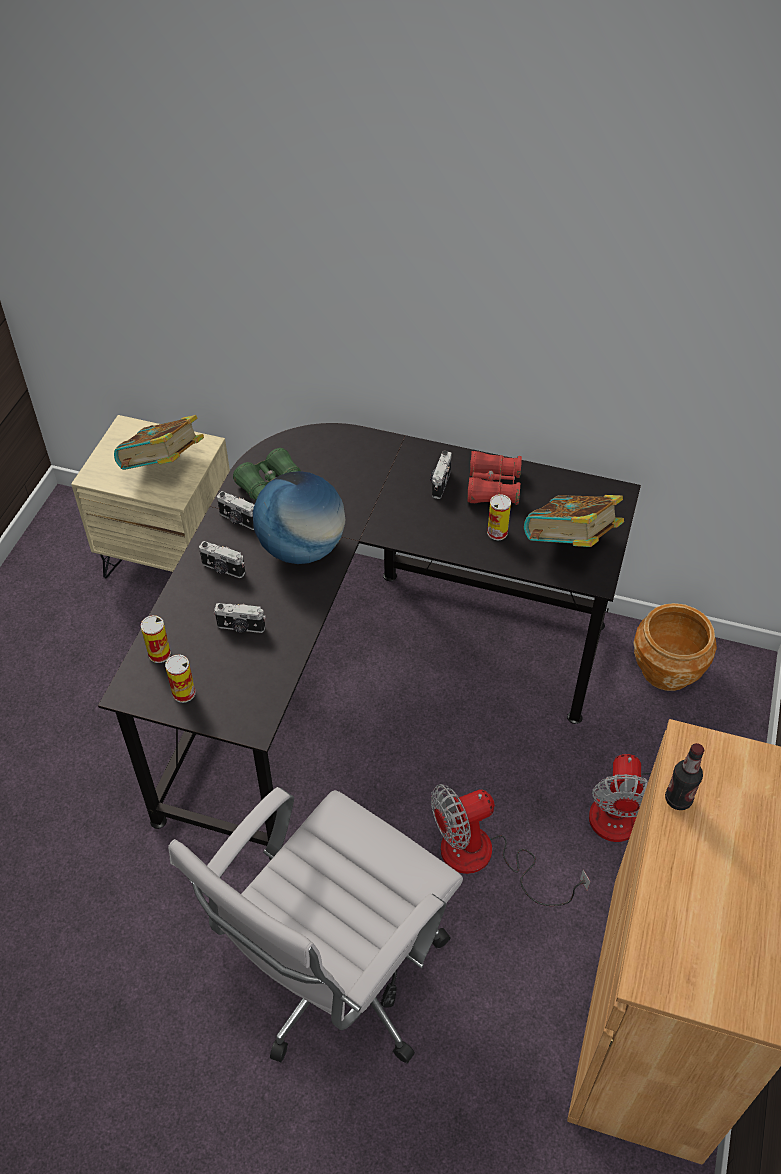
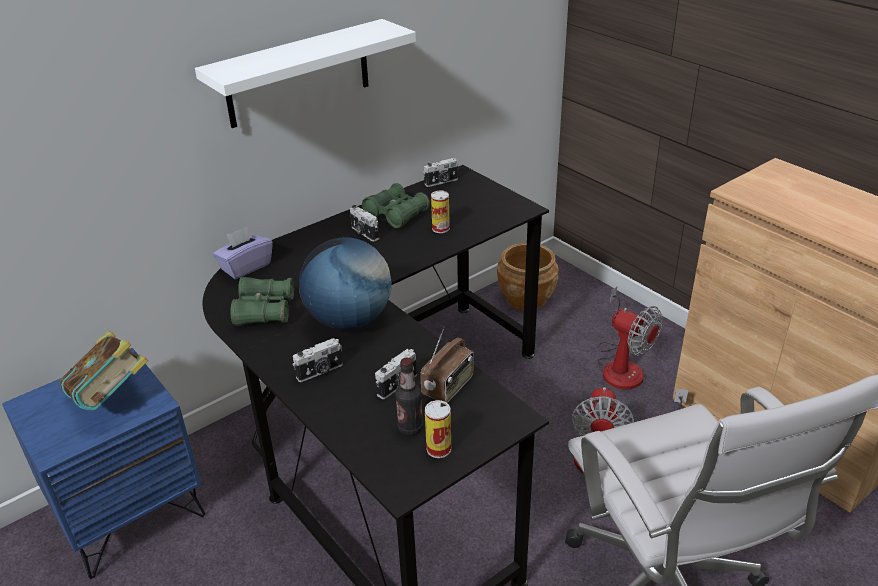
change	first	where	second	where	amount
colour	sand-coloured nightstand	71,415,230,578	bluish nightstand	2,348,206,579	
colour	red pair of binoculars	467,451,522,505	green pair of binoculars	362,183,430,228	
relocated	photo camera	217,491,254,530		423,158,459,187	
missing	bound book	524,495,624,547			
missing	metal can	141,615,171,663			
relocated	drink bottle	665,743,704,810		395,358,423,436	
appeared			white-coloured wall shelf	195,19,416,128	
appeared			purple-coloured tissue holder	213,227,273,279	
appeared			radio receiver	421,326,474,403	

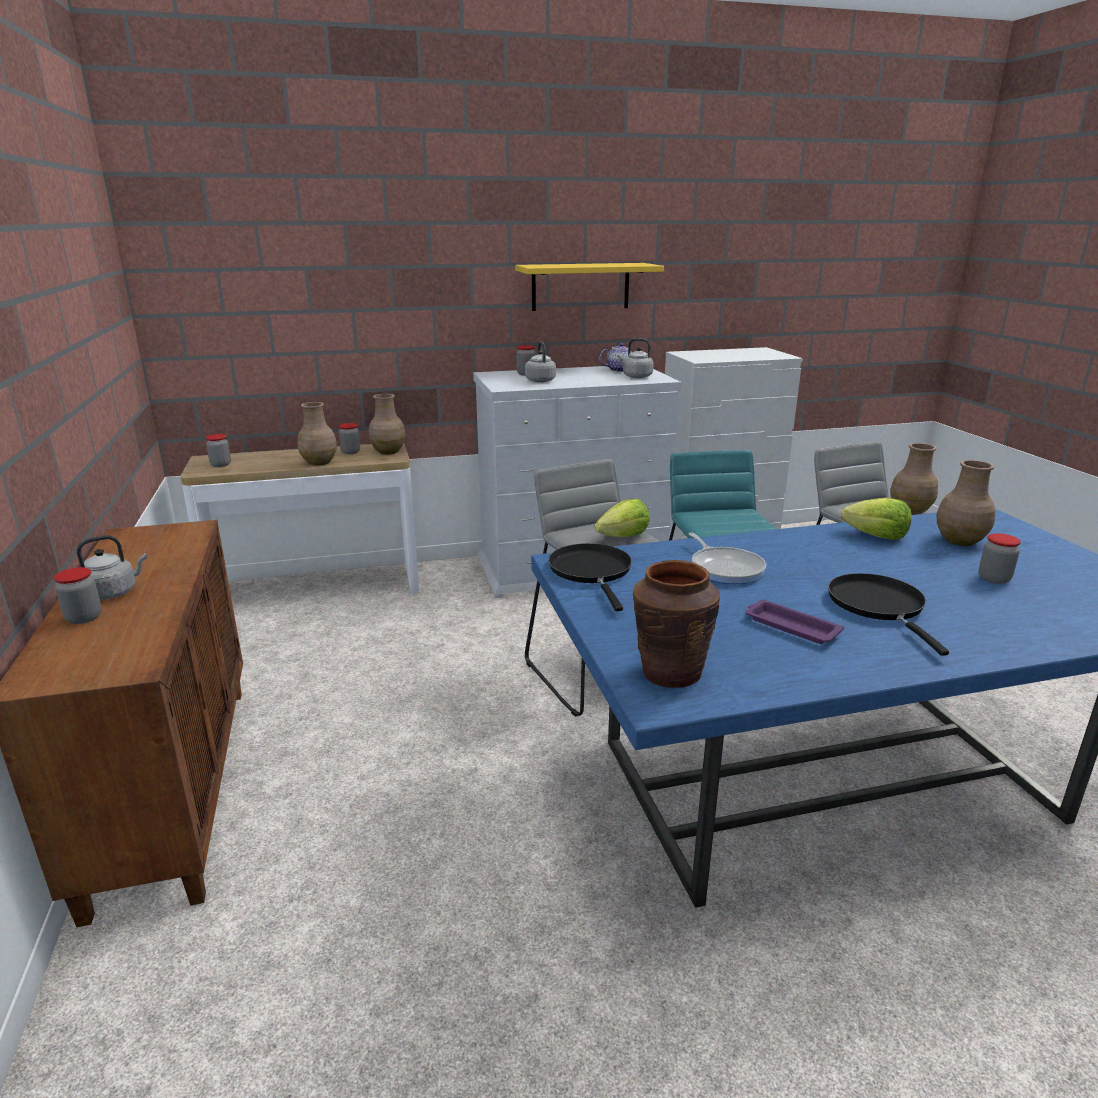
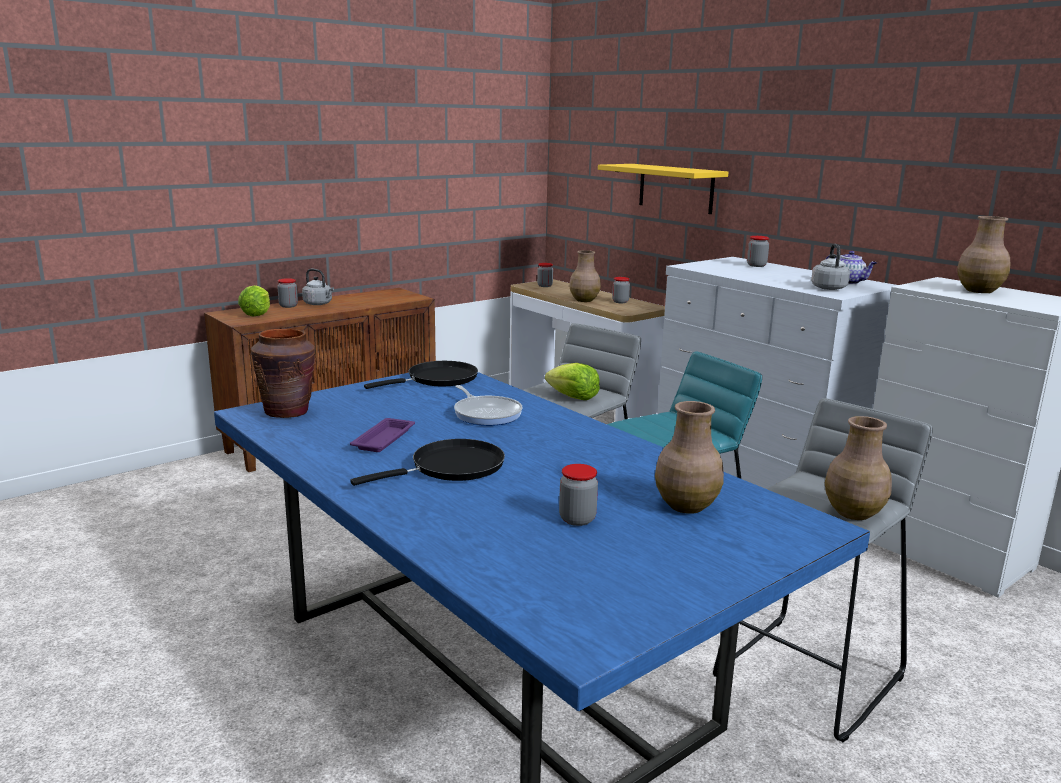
change	first	where	second	where	amount
relocated	yellow wall shelf	515,263,664,311		598,164,728,214	
missing	gray kettle	525,341,556,382			
relocated	brownish decorative vase	369,394,406,455		957,216,1010,293	
relocated	head of lettuce	841,498,912,540		238,285,270,316	
spun	pan	689,533,766,584		454,385,522,426	75 degrees counterclockwise

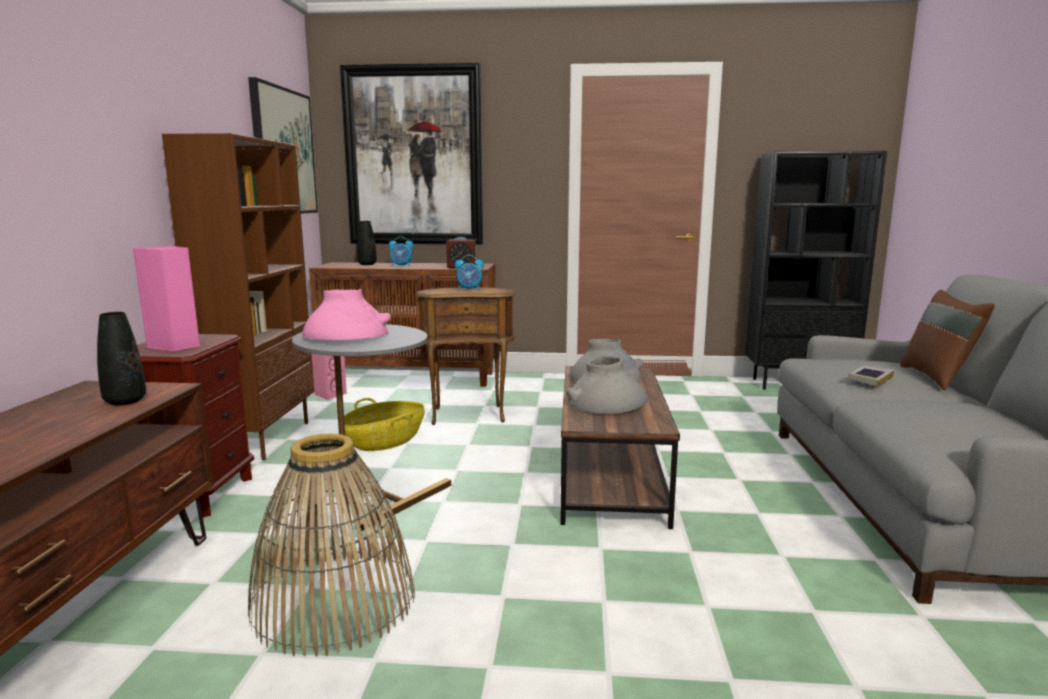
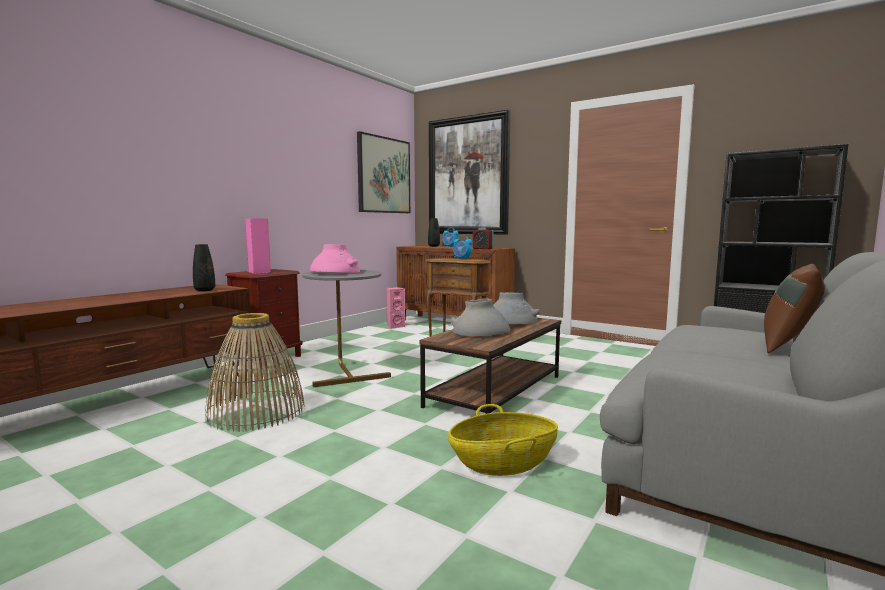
change	first	where	second	where	amount
missing	brownish shelving unit	162,133,314,460			
missing	bound book	848,365,894,386			
relocated	household basket	344,398,425,451		448,404,558,476	

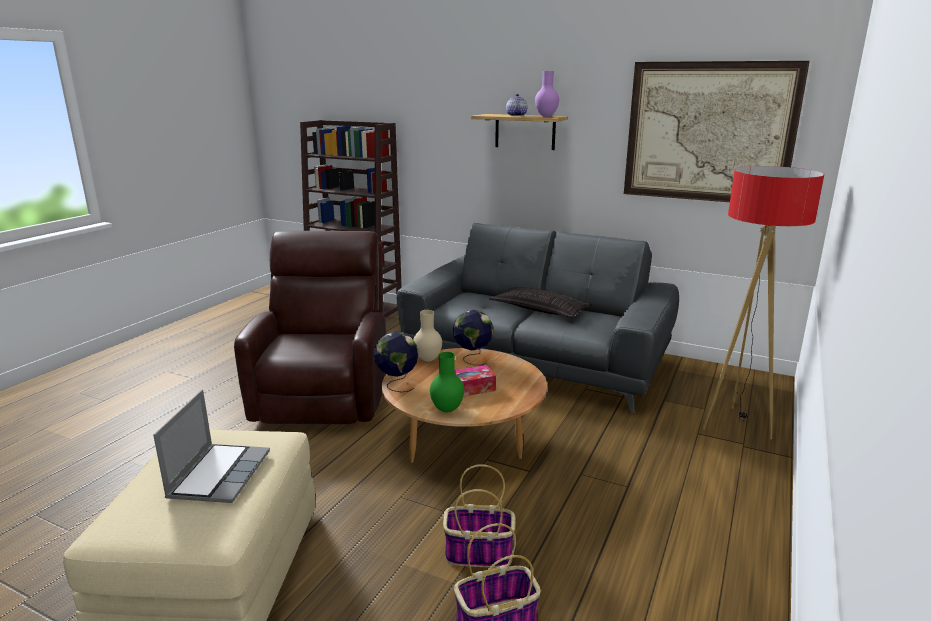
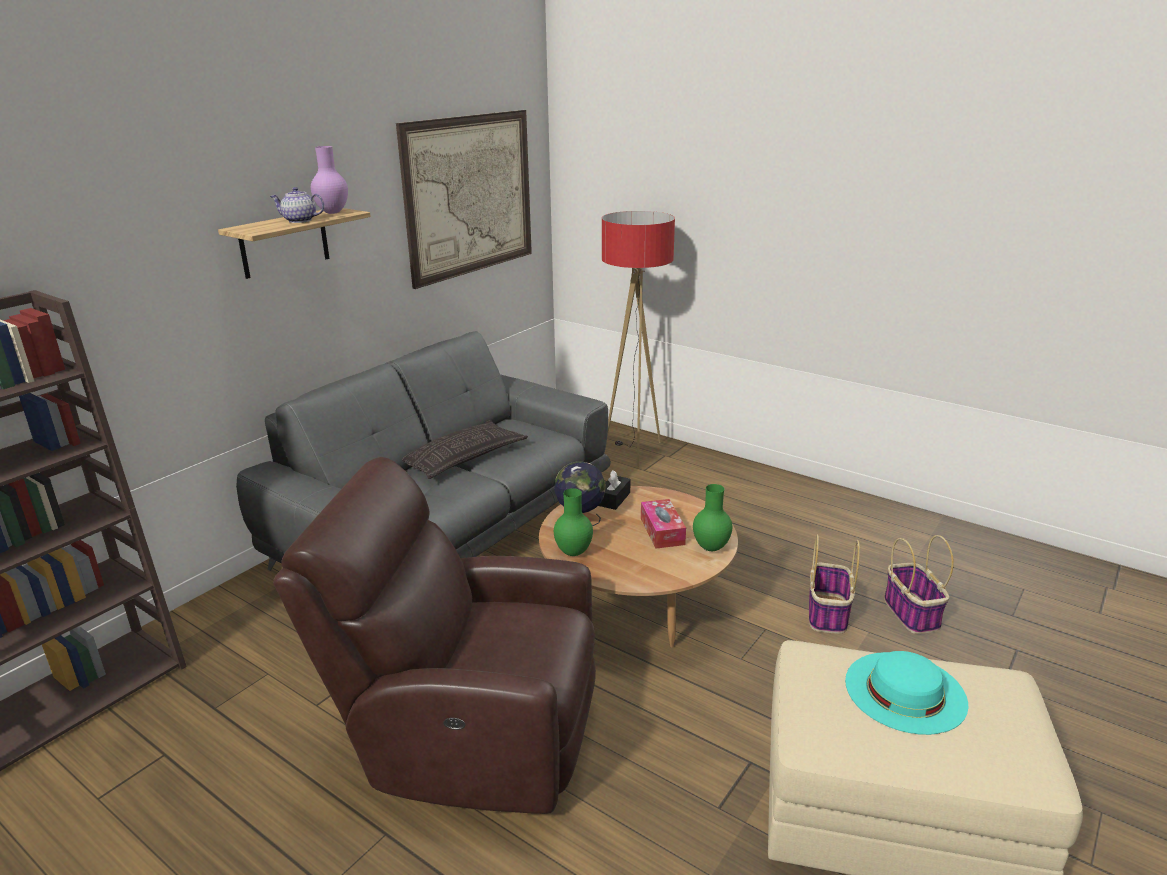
change	first	where	second	where	amount
colour	sand-coloured decorative vase	413,310,442,362	green decorative vase	554,488,593,556	
missing	desk globe	374,332,419,392			
exchanged	notebook computer	153,390,270,503	turquoise clothing hat	845,651,968,735	
appeared			black-coloured tissue holder	598,470,630,510	

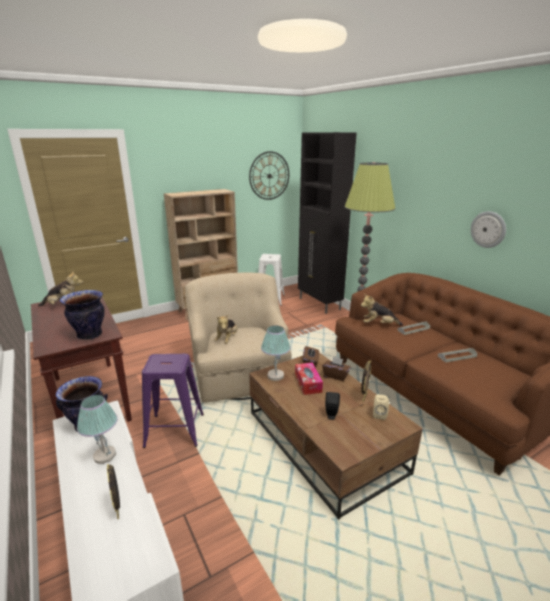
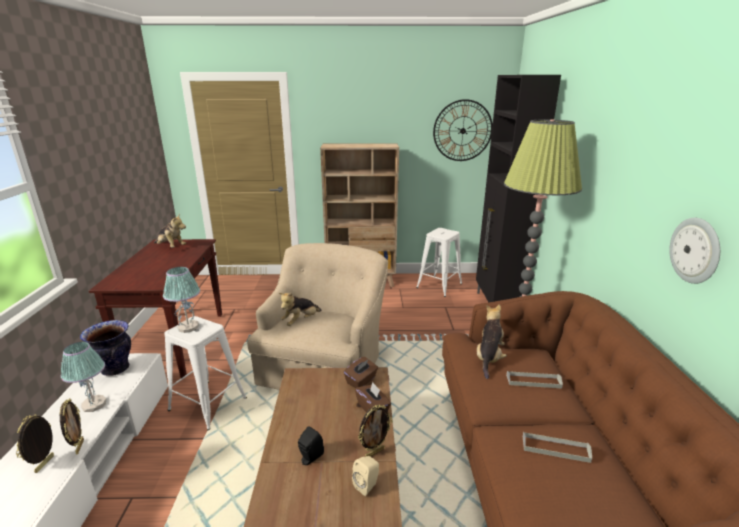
change	first	where	second	where	amount
missing	decorative vase	60,290,105,340			
spun	plush toy	361,294,403,326		477,305,507,379	75 degrees clockwise
relocated	tabletop lamp	261,325,290,381		163,267,200,333	
colour	purple-coloured sitting stool	142,354,204,448	white-coloured sitting stool	164,316,247,430	
missing	tissue holder	295,362,323,395			
appeared			picture frame	60,398,84,455	

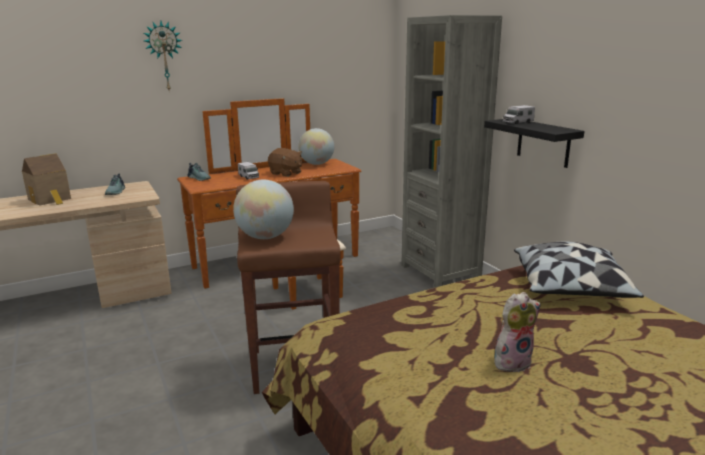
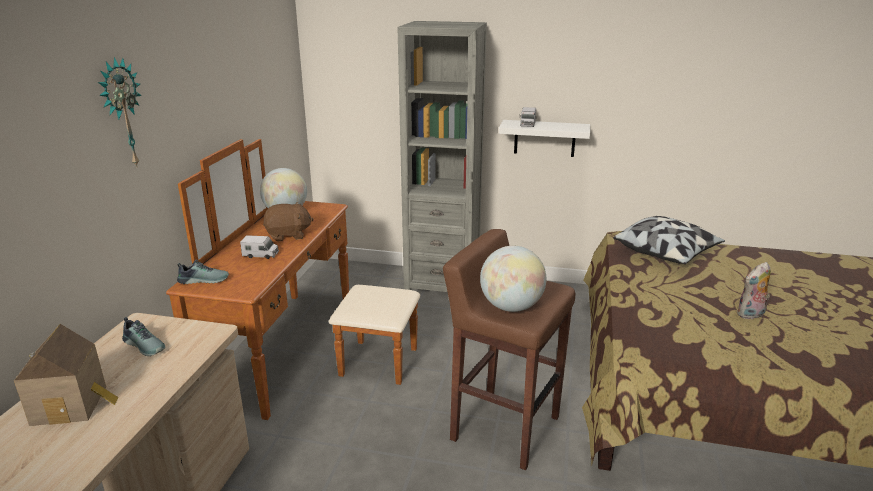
change	first	where	second	where	amount
colour	black-coloured wall shelf	484,119,584,168	white-coloured wall shelf	499,120,590,157	
spun	plush toy	494,292,541,372		737,262,771,319	135 degrees counterclockwise

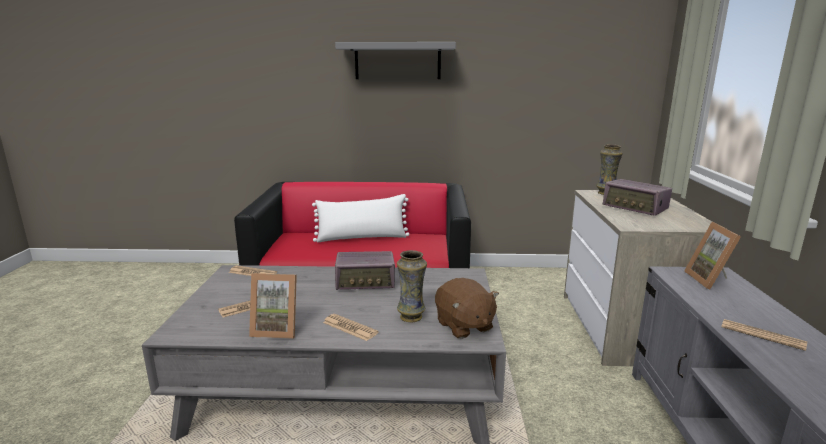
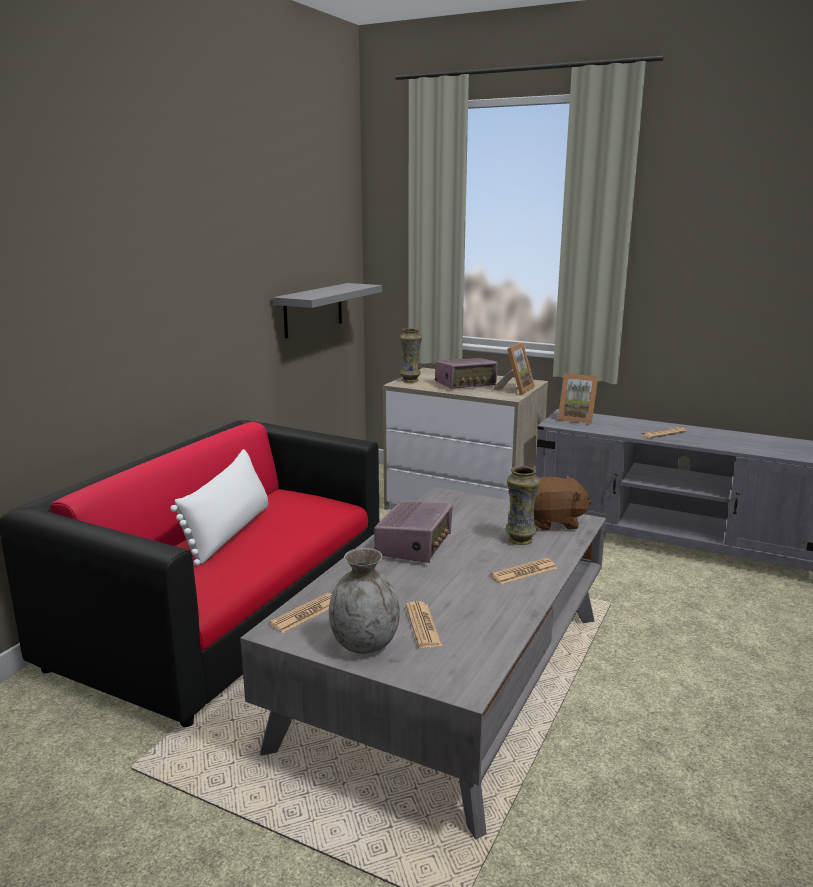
change	first	where	second	where	amount
relocated	gray wall shelf	335,42,456,79		273,283,382,338	
relocated	picture frame	249,273,297,339		494,343,535,395	
appeared			gray decorative vase	329,548,400,654	

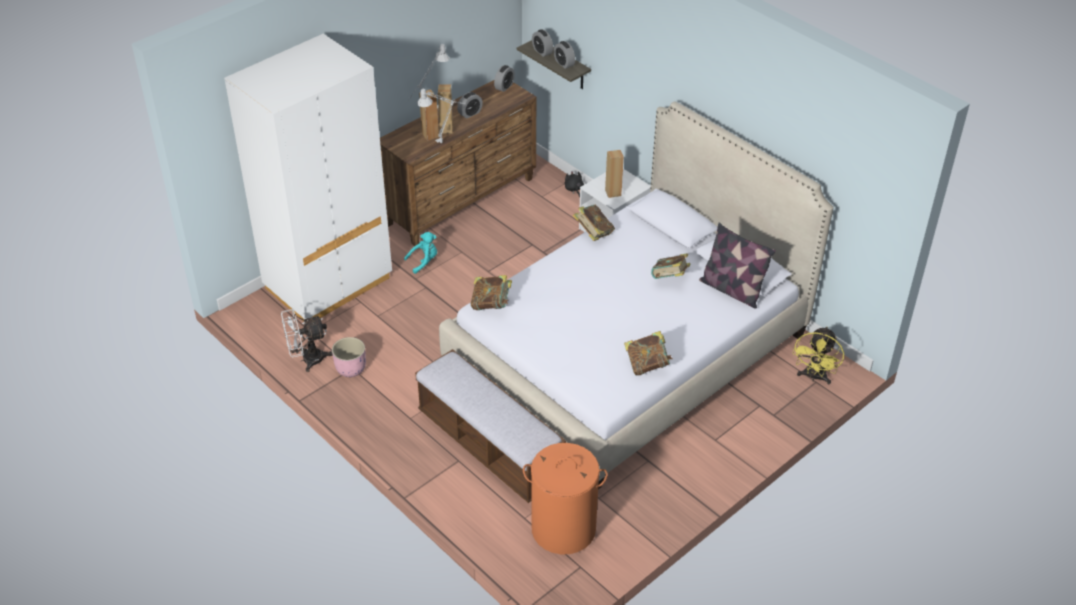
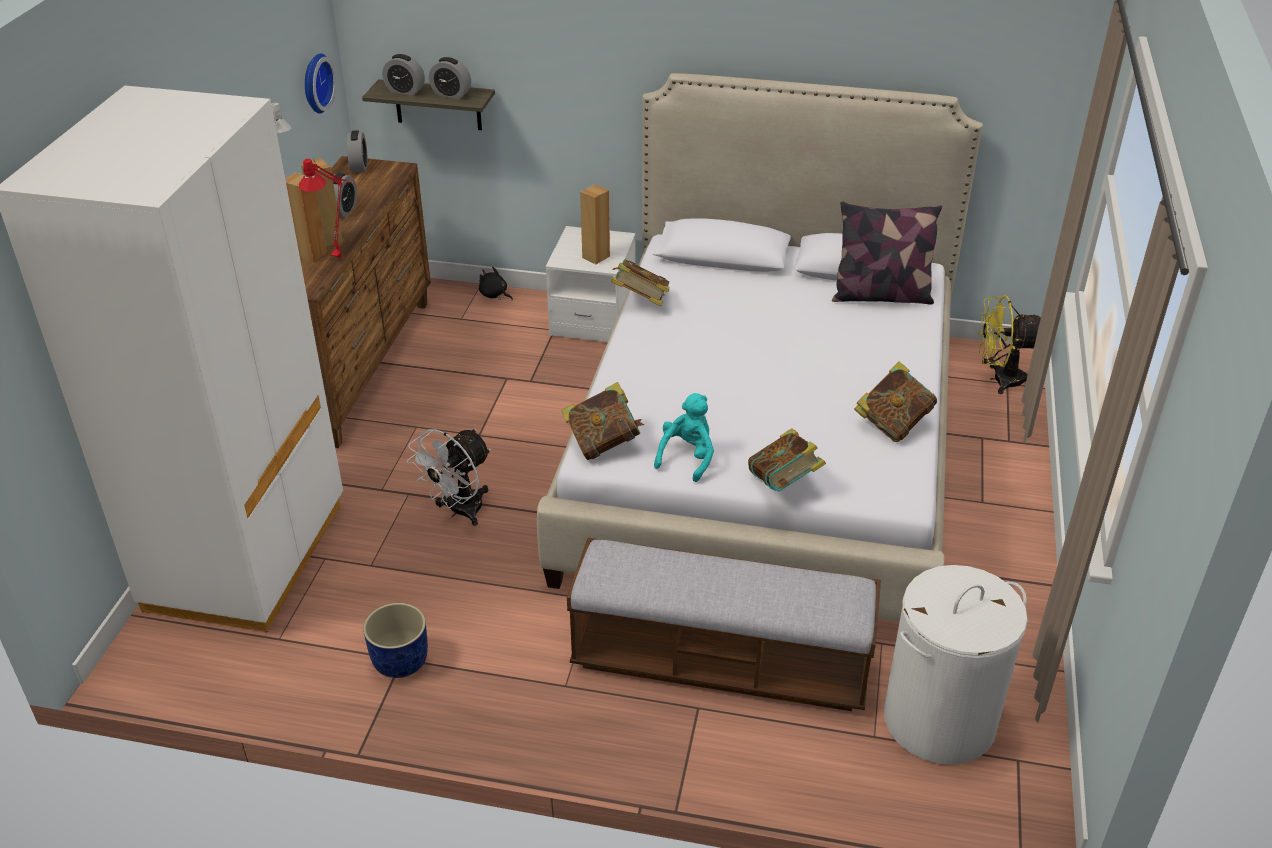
change	first	where	second	where	amount
colour	gray tabletop lamp	417,88,466,143	red tabletop lamp	299,157,354,262	
relocated	turquoise plush toy	404,232,437,274		654,393,714,482	
relocated	bound book	651,253,691,279		748,428,826,491	
relocated	white-coloured fan	281,308,332,372		407,429,491,526	
spun	yellow fan	793,327,844,384		978,295,1041,394	105 degrees clockwise
colour	pink plant pot	332,337,366,377	bluish plant pot	363,603,428,678	
colour	orange-coloured washing basket	523,443,607,555	white-coloured washing basket	884,565,1028,765	
appeared			hanging clock	305,54,336,113	

